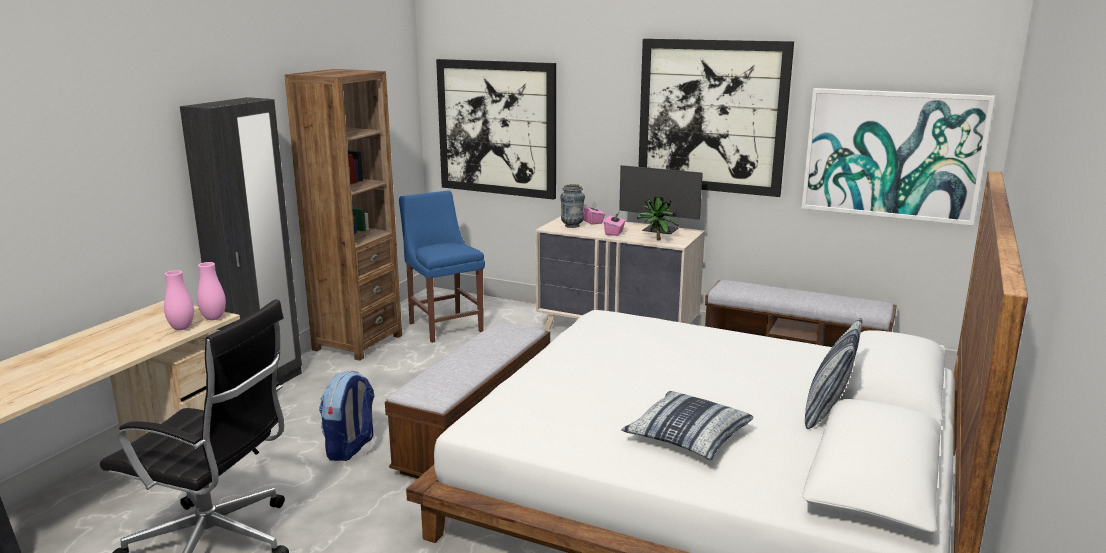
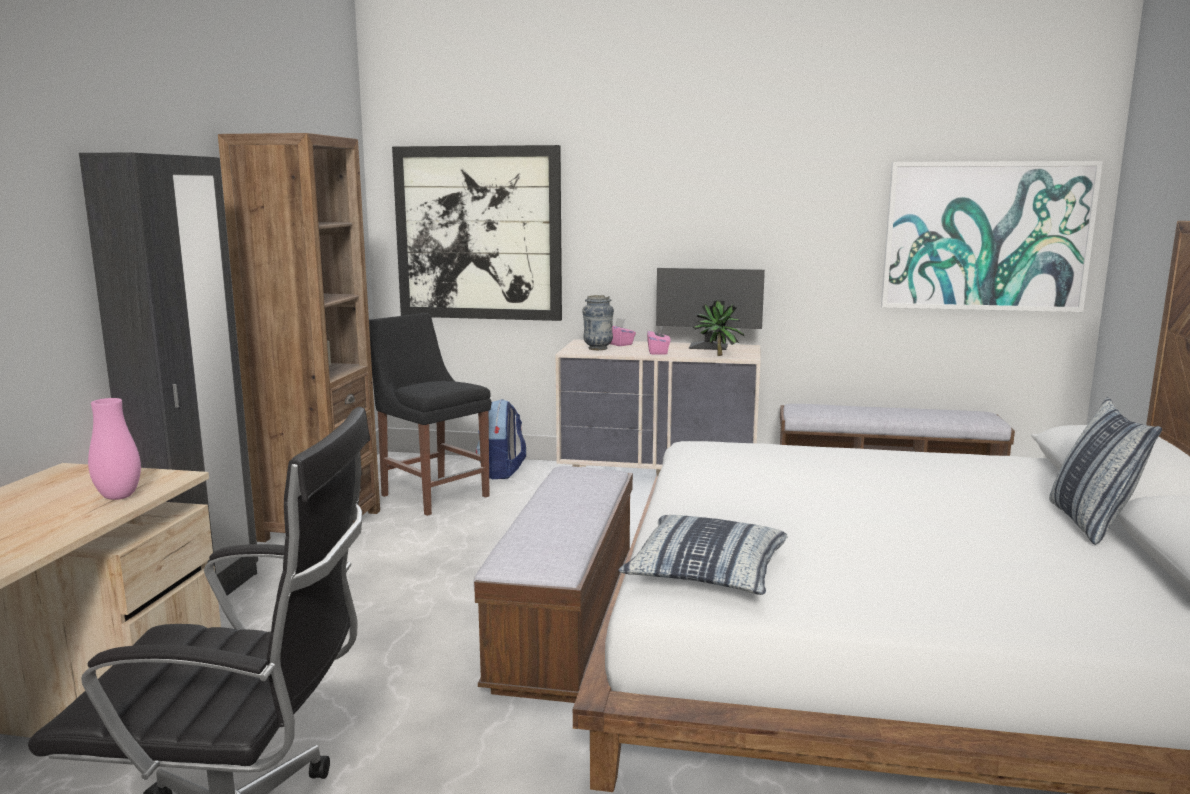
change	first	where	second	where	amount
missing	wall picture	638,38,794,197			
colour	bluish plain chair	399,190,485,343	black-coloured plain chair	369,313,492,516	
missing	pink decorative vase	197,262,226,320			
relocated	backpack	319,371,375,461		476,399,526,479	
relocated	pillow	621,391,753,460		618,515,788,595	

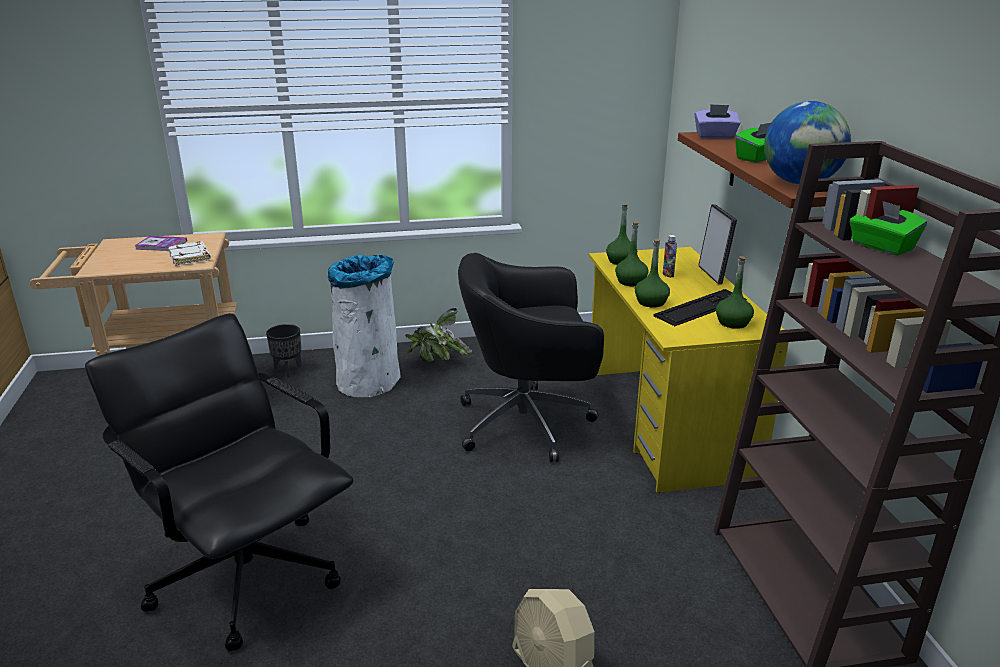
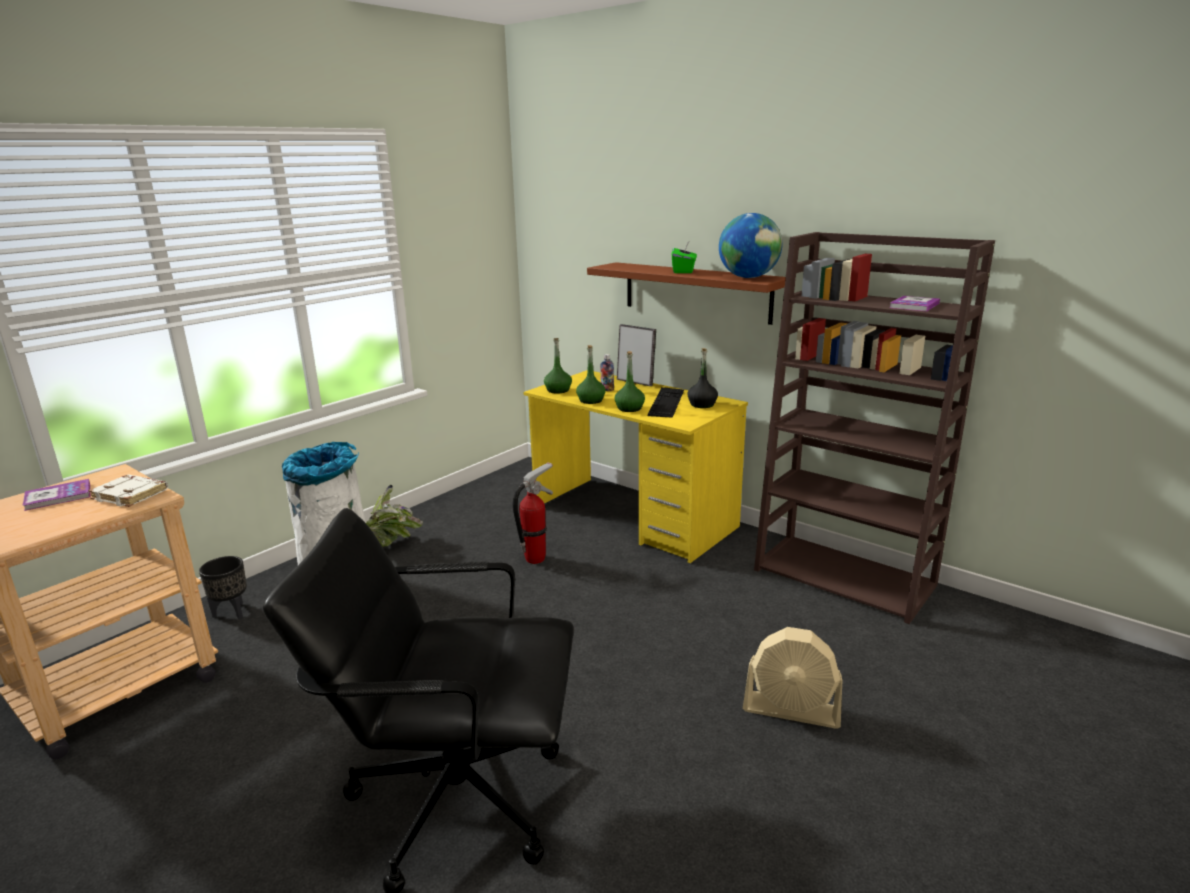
change	first	where	second	where	amount
missing	purple-coloured tissue holder	695,104,741,139			
missing	green tissue holder	850,201,927,256			
exchanged	black-coloured office chair	458,253,604,462	extinguisher	513,462,553,564	
colour	green drink bottle	716,256,754,329	black-coloured drink bottle	688,348,718,408	
appeared			bound book	890,296,940,311	

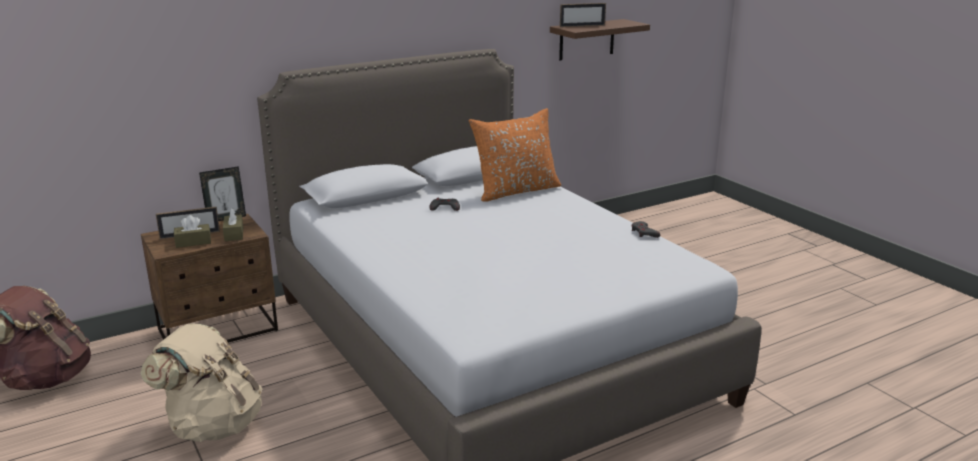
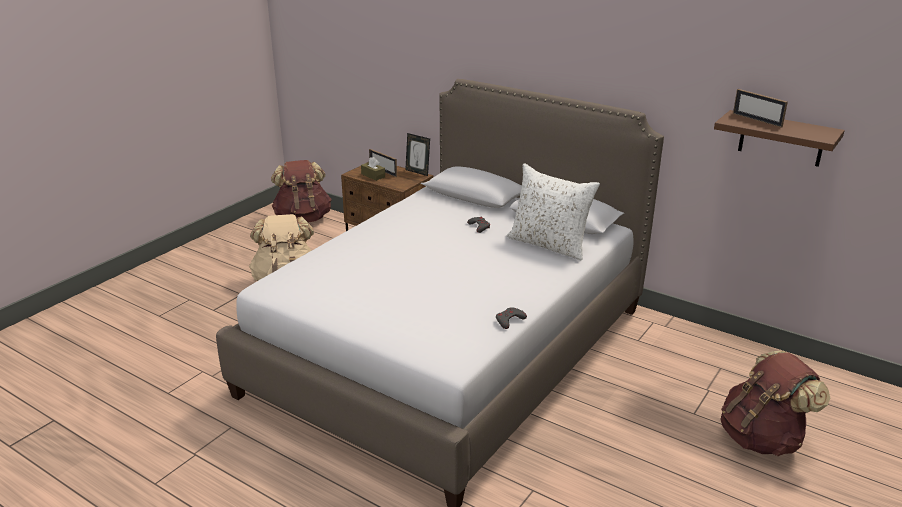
change	first	where	second	where	amount
colour	orange-coloured pillow	469,108,561,202	white-coloured pillow	507,163,600,260	
missing	brownish tissue holder	223,208,243,241			
appeared			brownish backpack	721,351,830,456	

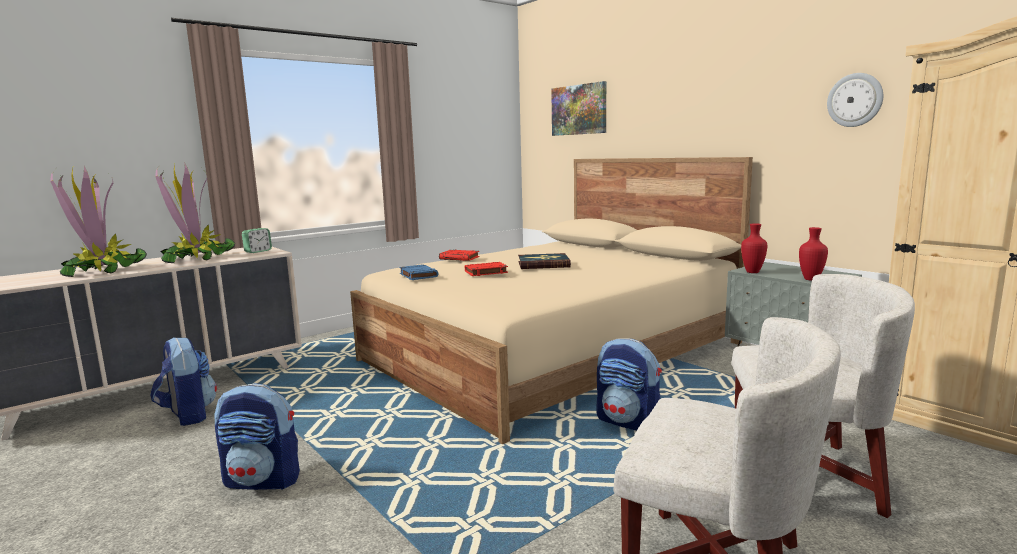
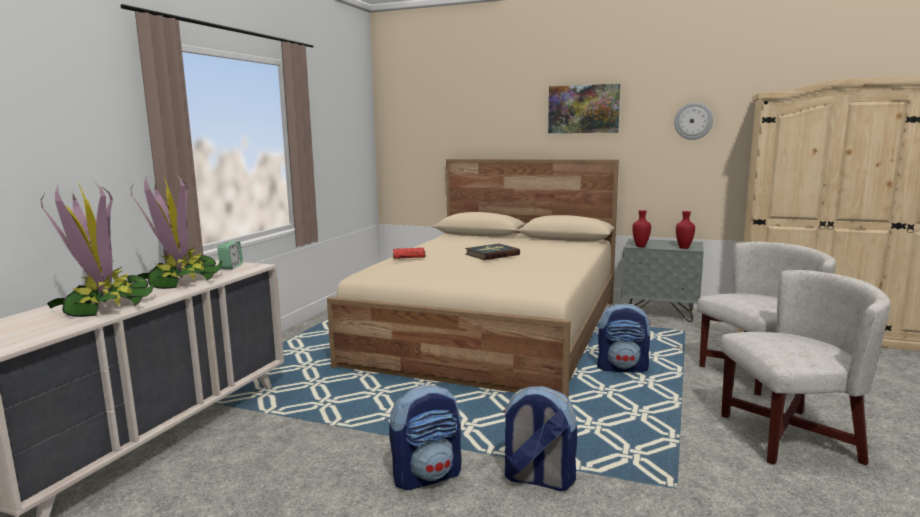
change	first	where	second	where	amount
relocated	wall picture	551,81,606,136		548,84,620,133	
missing	red bound book	465,262,508,276			
missing	bluish bound book	399,264,438,280			
relocated	backpack	150,337,217,426		503,386,577,491	

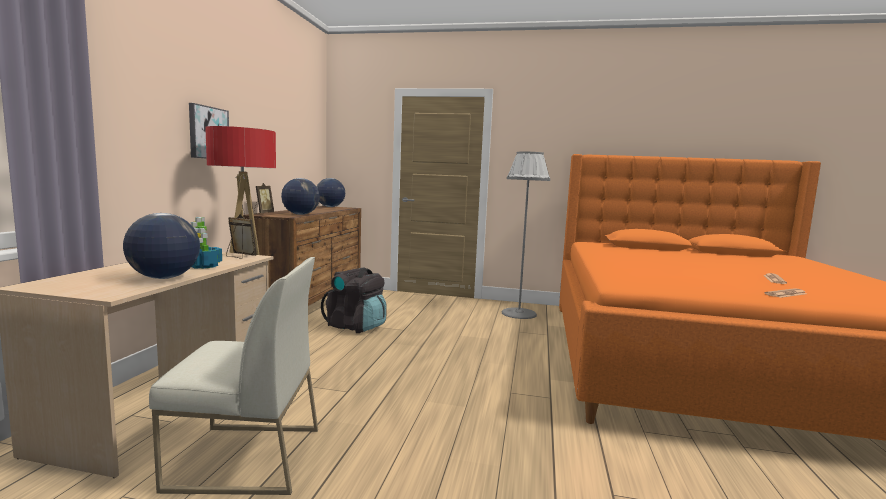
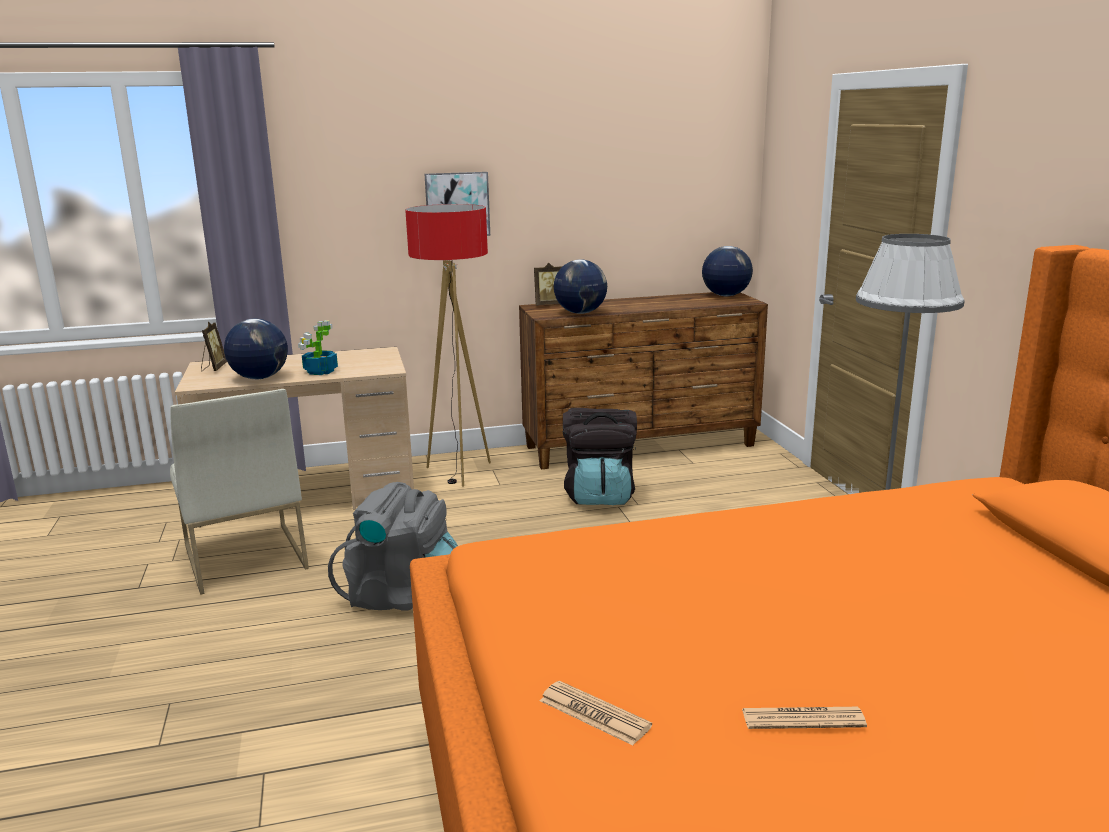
change	first	where	second	where	amount
relocated	picture frame	226,214,257,259		201,322,227,372	
appeared			gray backpack	328,482,458,610	

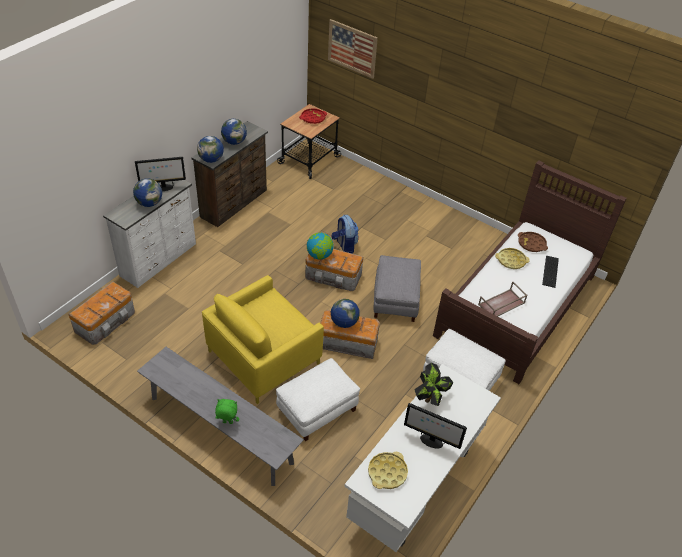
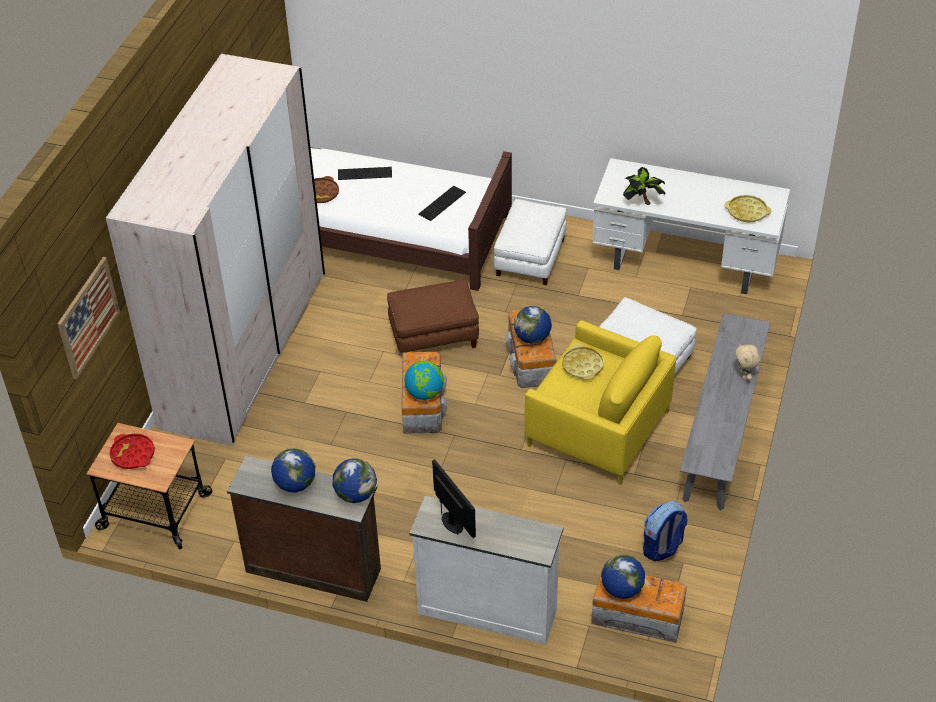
change	first	where	second	where	amount
relocated	desk globe	133,178,162,207		601,555,645,599	
relocated	backpack	331,215,359,254		643,501,688,561	
relocated	yellow tray	495,248,530,269		562,344,604,380	
colour	gray footrest	374,255,421,322	brownish footrest	387,280,479,353	
exchanged	brownish tray	478,282,528,316	PC keyboard	418,186,466,221	
colour	green plush toy	215,399,239,424	sand-coloured plush toy	735,343,760,380	
missing	computer display	404,403,467,449			
appeared			sand-coloured wardrobe	106,54,325,446	

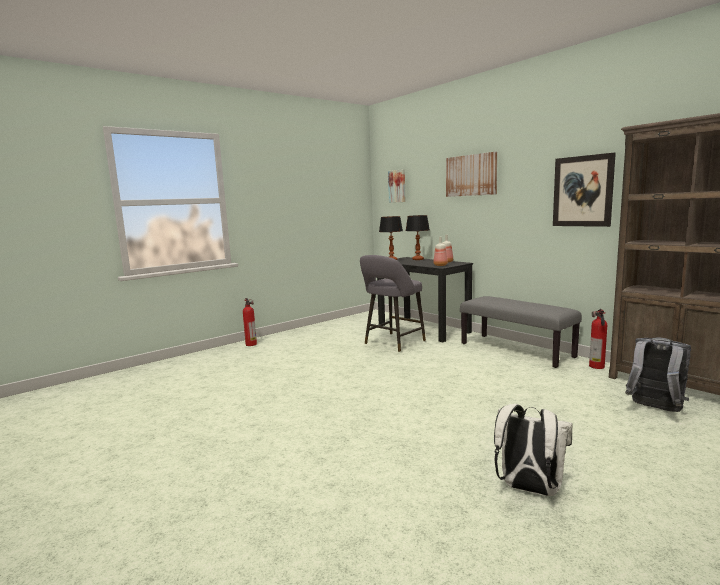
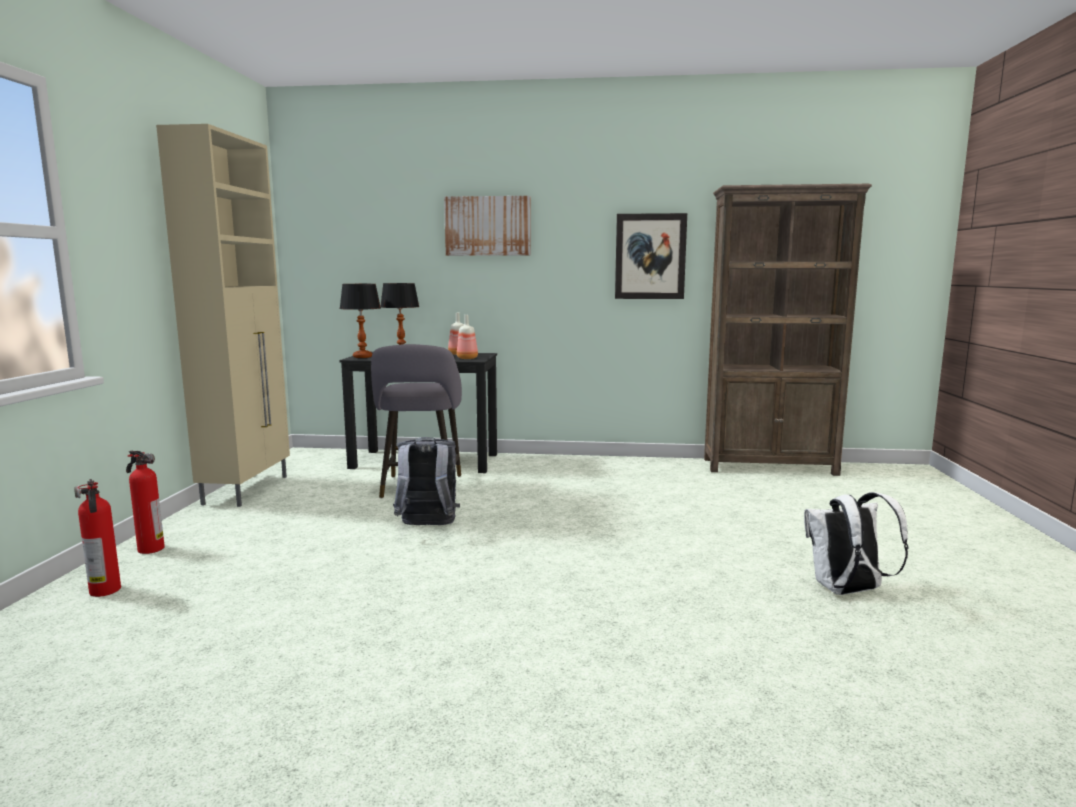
change	first	where	second	where	amount
missing	wall picture	388,169,405,203			
missing	gray bench	460,296,582,368			
relocated	extinguisher	589,309,607,369		74,479,121,597	
relocated	gray backpack	625,337,692,412		393,437,460,525	
appeared			sand-coloured cabinet	156,124,290,507	

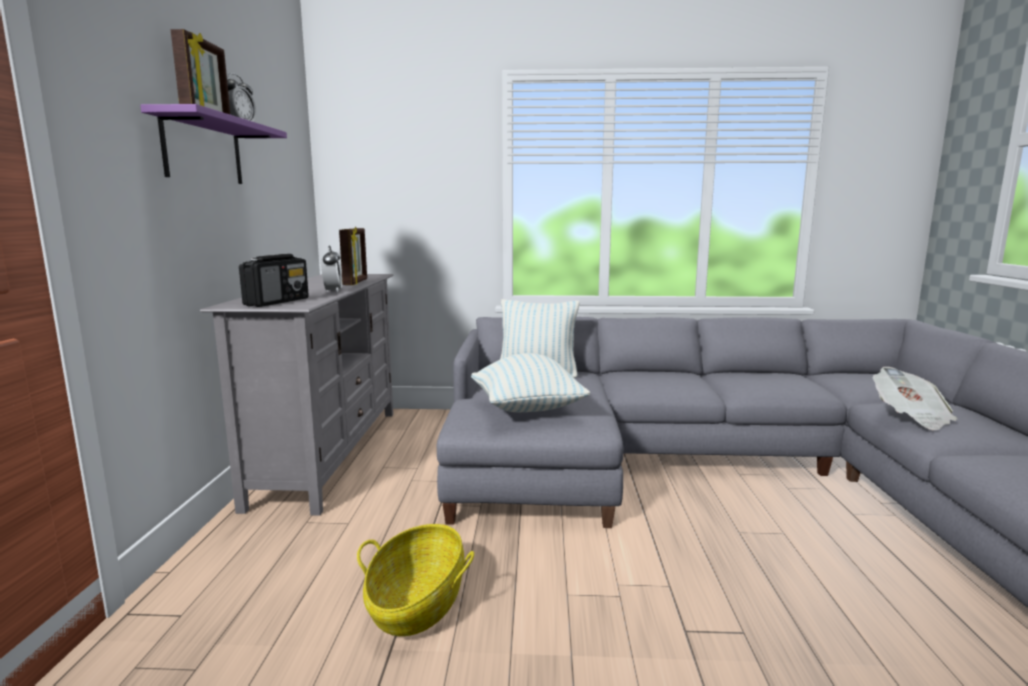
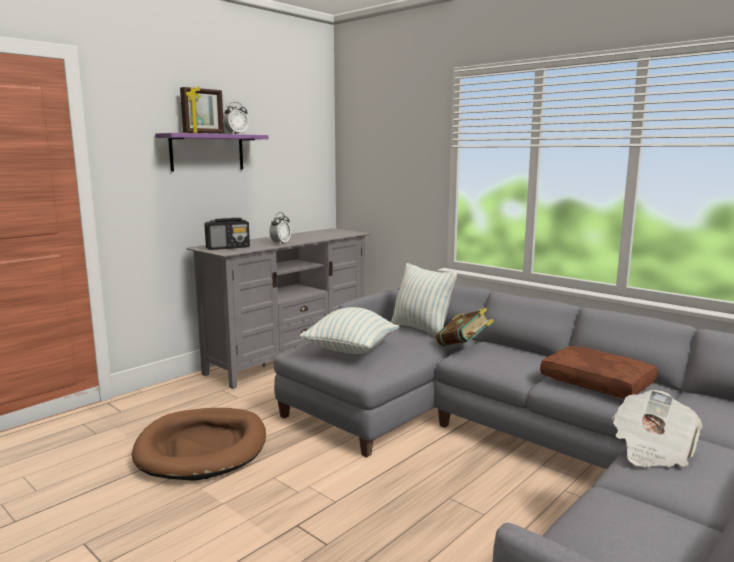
change	first	where	second	where	amount
missing	picture frame	339,227,367,285			
exchanged	household basket	357,524,474,636	brownish pet bed	132,408,266,481	
appeared			bound book	436,308,494,346	
appeared			brownish pillow	540,346,658,398	

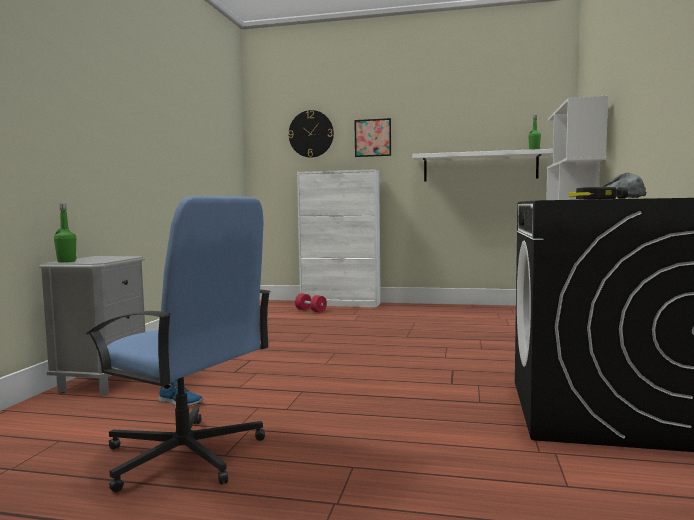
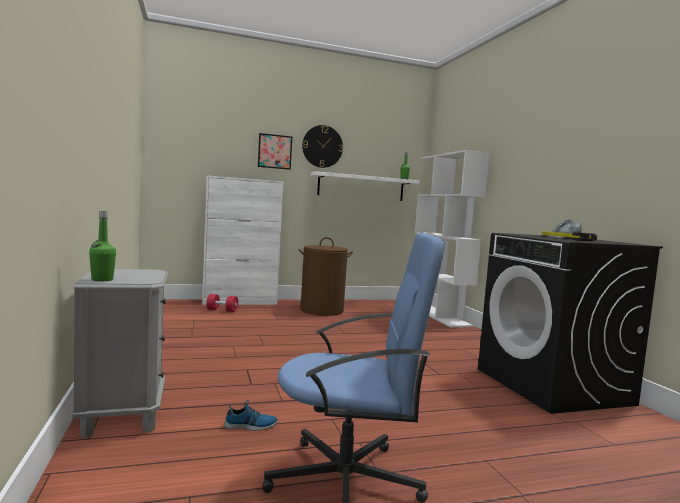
change	first	where	second	where	amount
relocated	hanging clock	288,110,334,158		302,125,343,168	
appeared			brownish washing basket	298,237,353,316	

